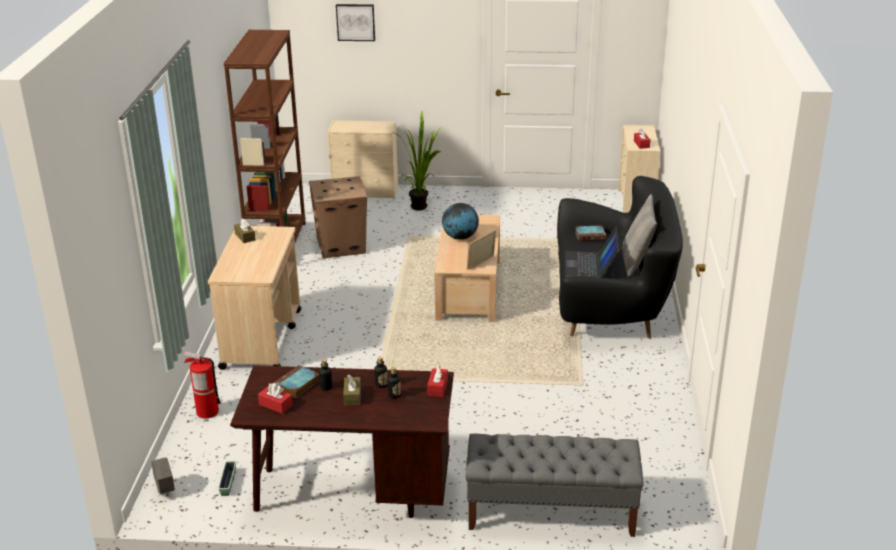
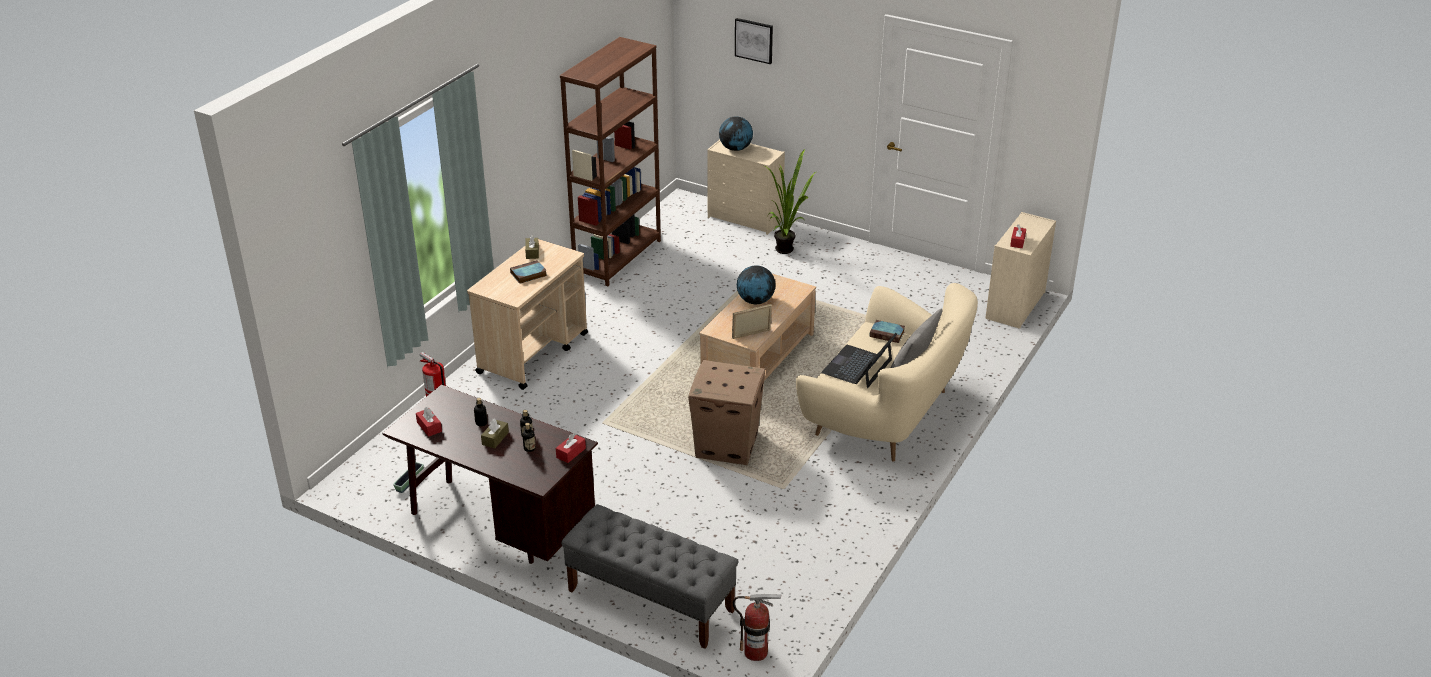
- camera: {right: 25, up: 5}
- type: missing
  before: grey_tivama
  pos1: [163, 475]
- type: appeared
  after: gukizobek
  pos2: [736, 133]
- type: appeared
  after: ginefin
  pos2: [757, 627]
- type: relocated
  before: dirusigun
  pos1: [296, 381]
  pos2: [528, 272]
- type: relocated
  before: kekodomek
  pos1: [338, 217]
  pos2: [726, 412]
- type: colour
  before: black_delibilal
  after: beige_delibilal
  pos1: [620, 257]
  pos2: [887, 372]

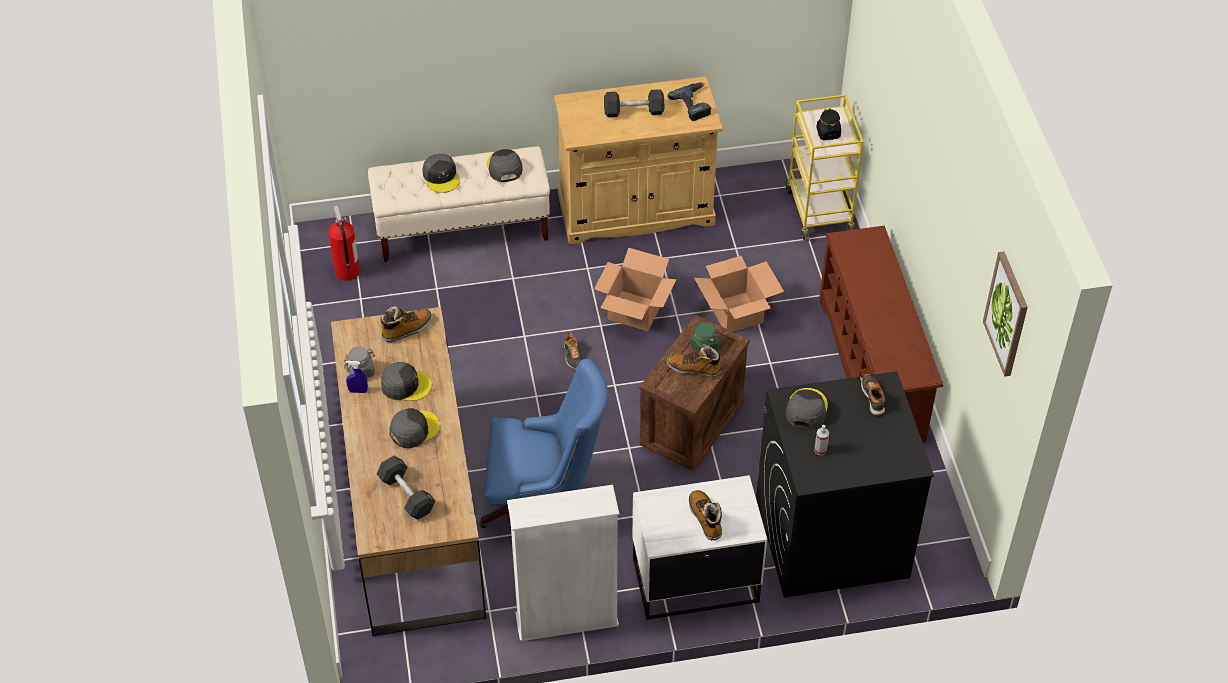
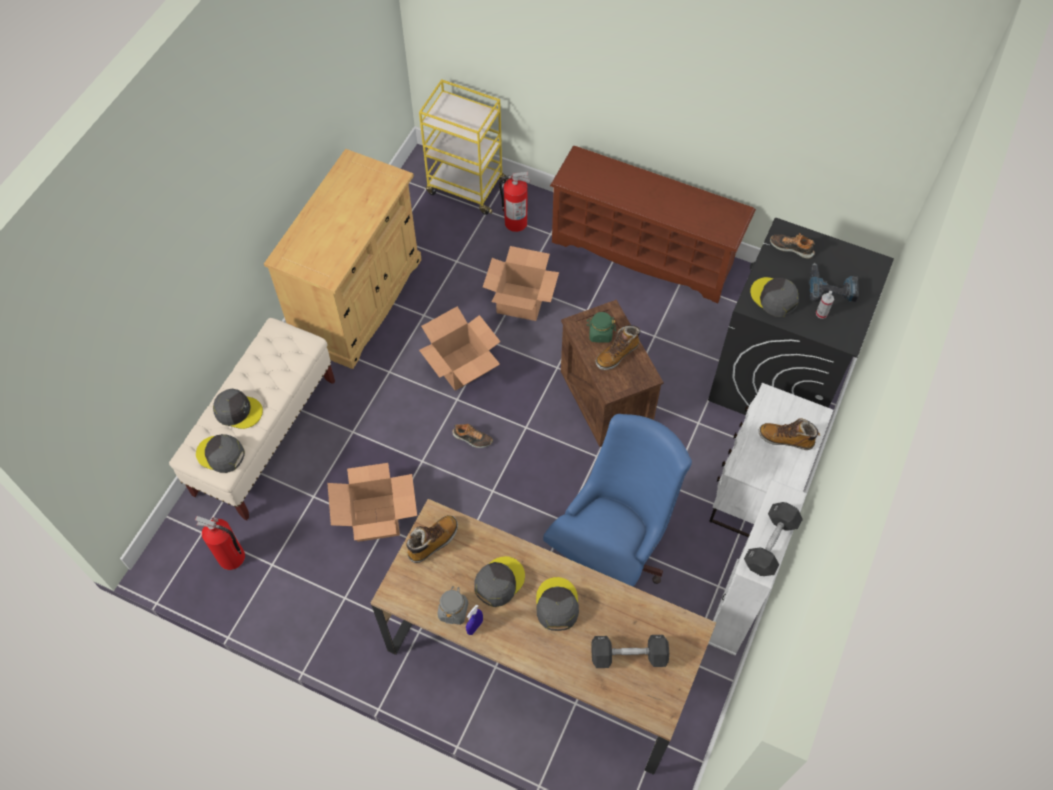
- camera: {right: -55, up: 10}
- type: missing
  before: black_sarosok
  pos1: [828, 124]
- type: missing
  before: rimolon
  pos1: [1005, 314]
- type: appeared
  after: kekodomek
  pos2: [372, 502]
- type: appeared
  after: ginefin
  pos2: [514, 202]
- type: relocated
  before: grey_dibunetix
  pos1: [505, 165]
  pos2: [220, 453]
- type: relocated
  before: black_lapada
  pos1: [634, 103]
  pos2: [773, 539]
- type: relocated
  before: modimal
  pos1: [690, 101]
  pos2: [834, 282]
- type: spun
  before: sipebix
  pos1: [406, 324]
  pos2: [432, 539]
  turn: 45

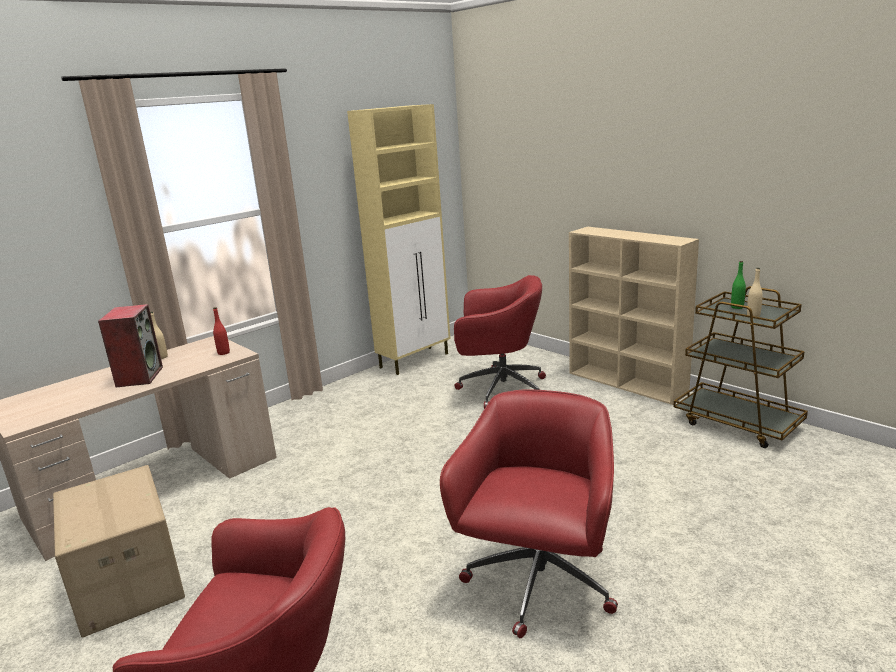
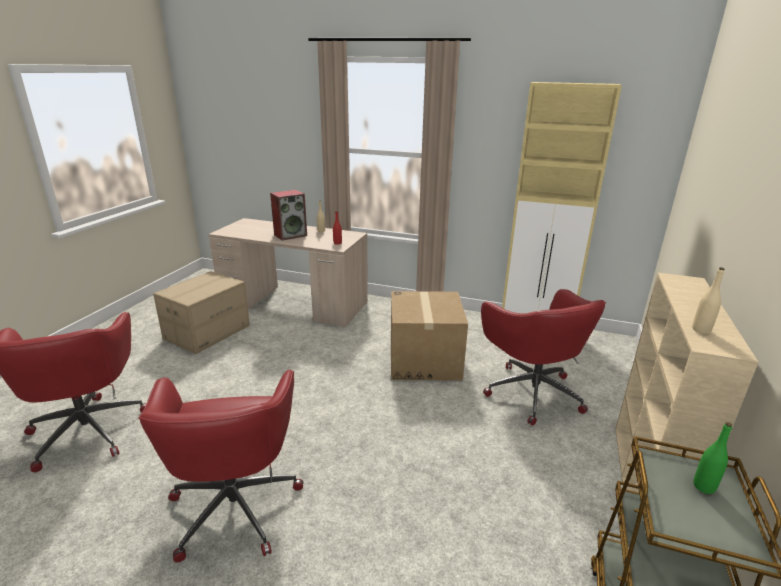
- camera: {right: 60, up: 5}
- type: appeared
  after: kekodomek
  pos2: [429, 336]
- type: relocated
  before: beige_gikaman
  pos1: [755, 292]
  pos2: [708, 300]
- type: spun
  before: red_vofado
  pos1: [529, 513]
  pos2: [221, 466]
  turn: 90

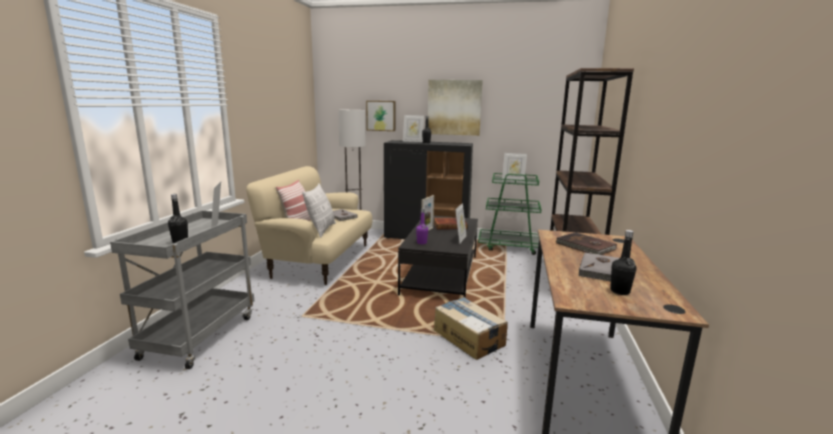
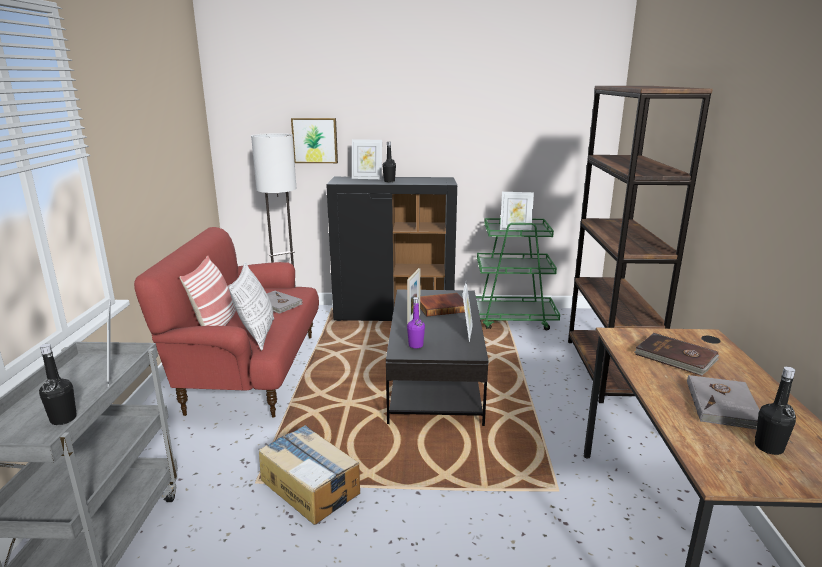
- camera: {right: -10, up: 5}
- type: missing
  before: rimolon
  pos1: [455, 108]
- type: relocated
  before: kekodomek
  pos1: [471, 328]
  pos2: [309, 475]
- type: colour
  before: beige_delibilal
  after: red_delibilal
  pos1: [309, 225]
  pos2: [226, 322]

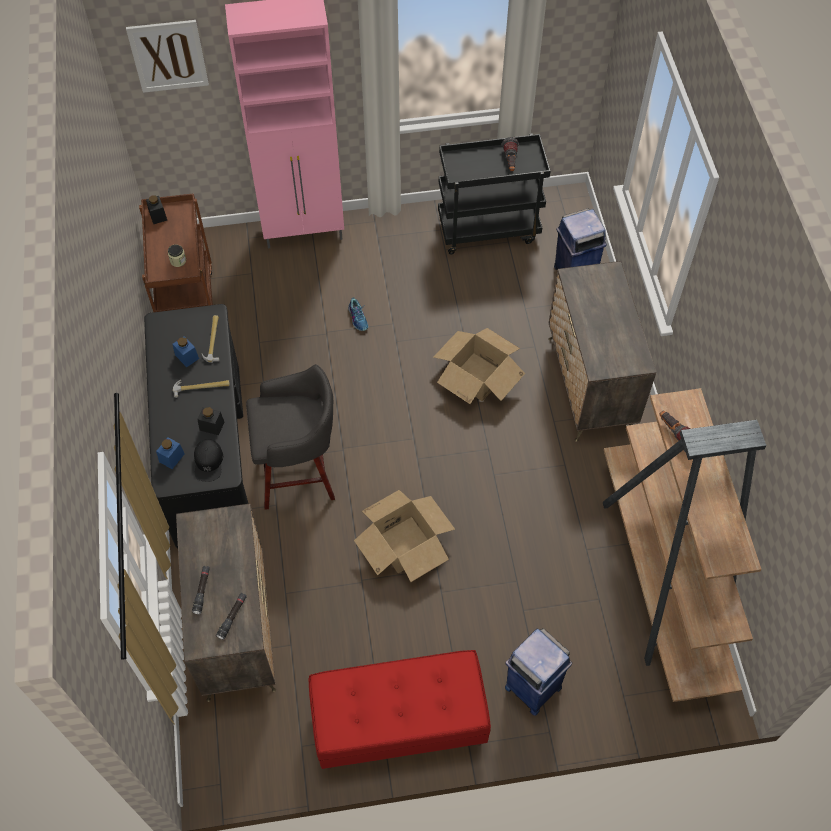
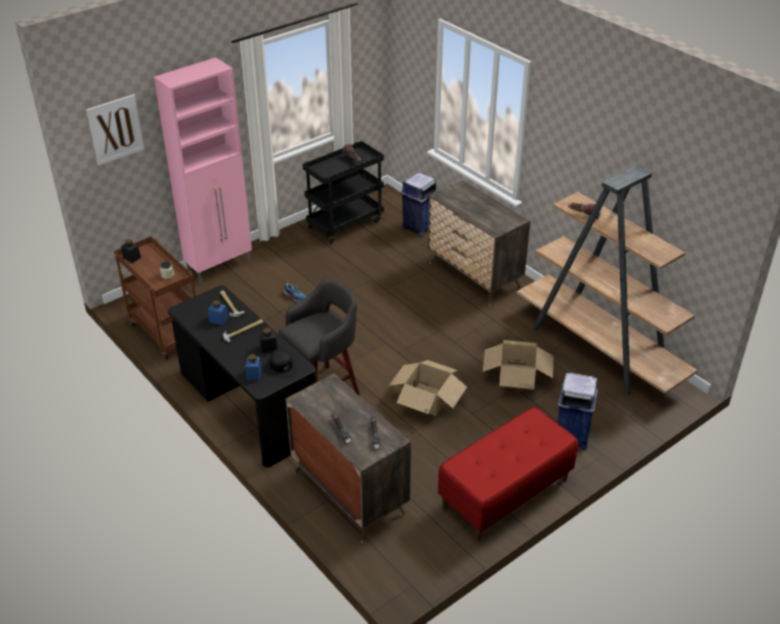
- camera: {right: -30, up: -20}
- type: relocated
  before: kekodomek
  pos1: [479, 366]
  pos2: [518, 365]

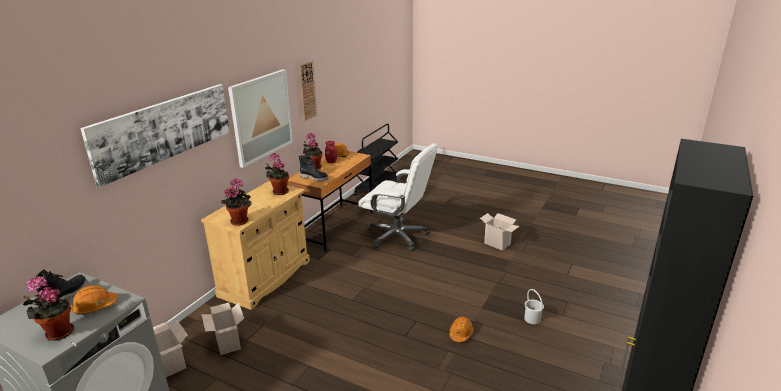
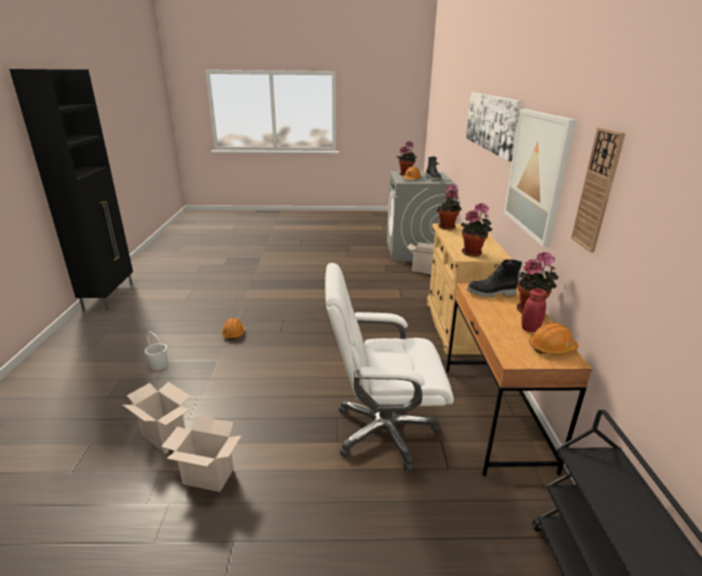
- camera: {right: 150, up: 0}
- type: relocated
  before: kekodomek
  pos1: [222, 328]
  pos2: [156, 417]

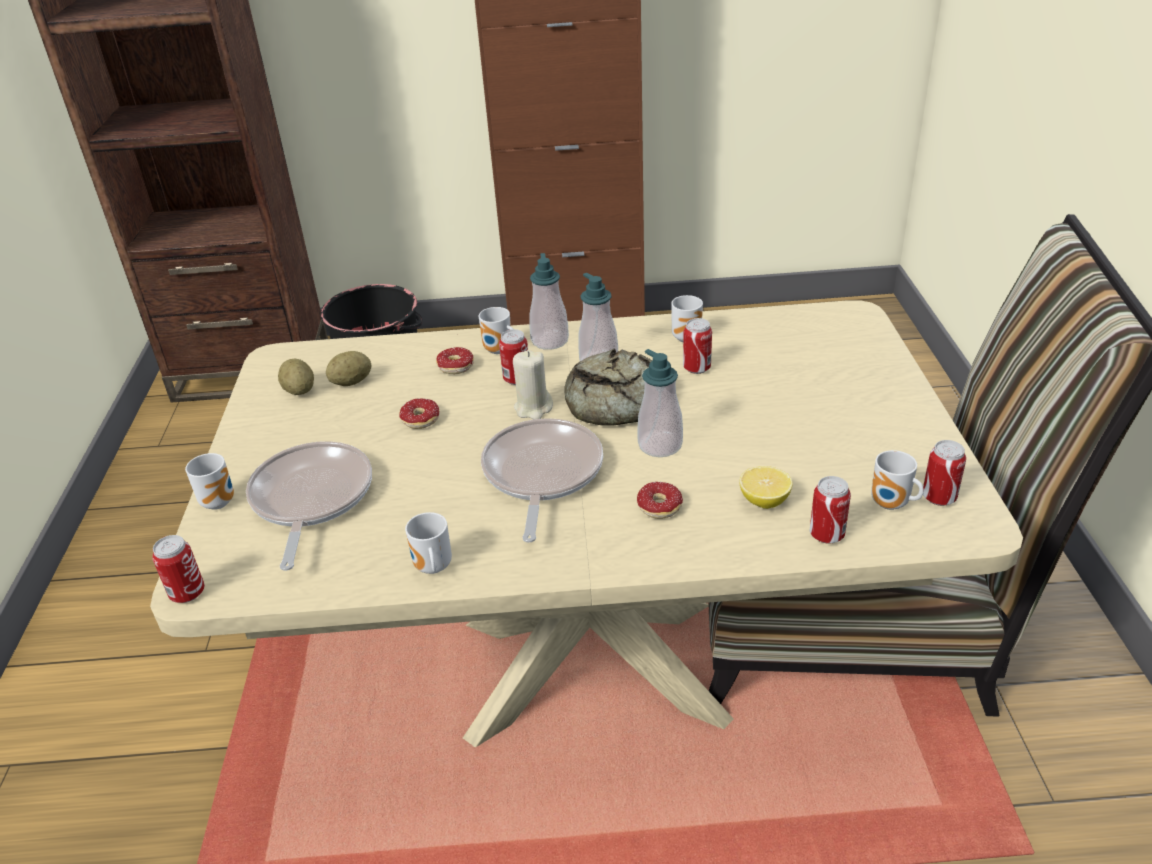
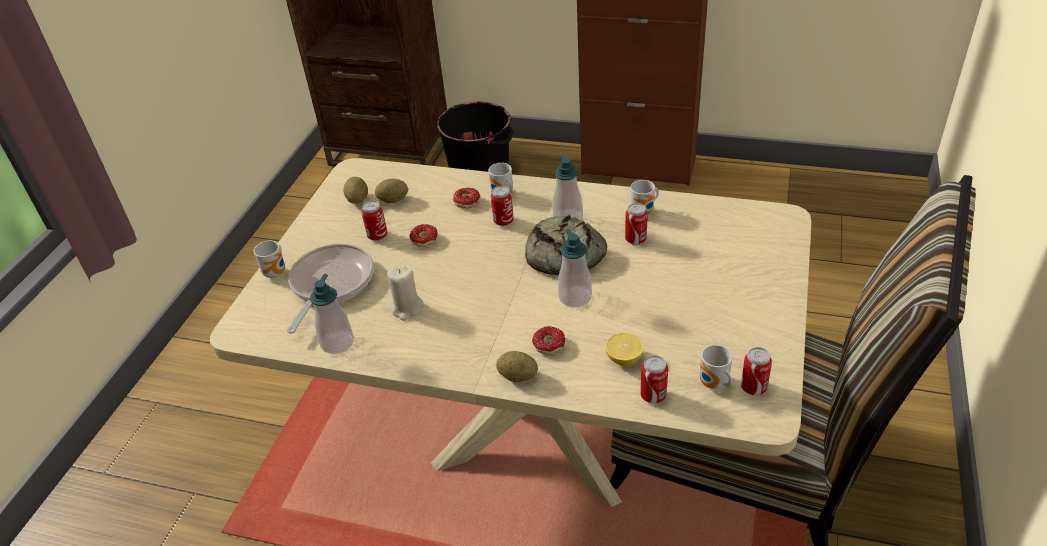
- camera: {right: 20, up: 5}
- type: missing
  before: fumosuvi
  pos1: [428, 543]
- type: missing
  before: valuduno
  pos1: [542, 480]
- type: appeared
  after: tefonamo
  pos2: [517, 366]
- type: relocated
  before: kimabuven
  pos1: [178, 569]
  pos2: [374, 220]
- type: relocated
  before: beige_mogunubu
  pos1: [533, 385]
  pos2: [405, 293]
- type: relocated
  before: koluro
  pos1: [549, 301]
  pos2: [332, 314]

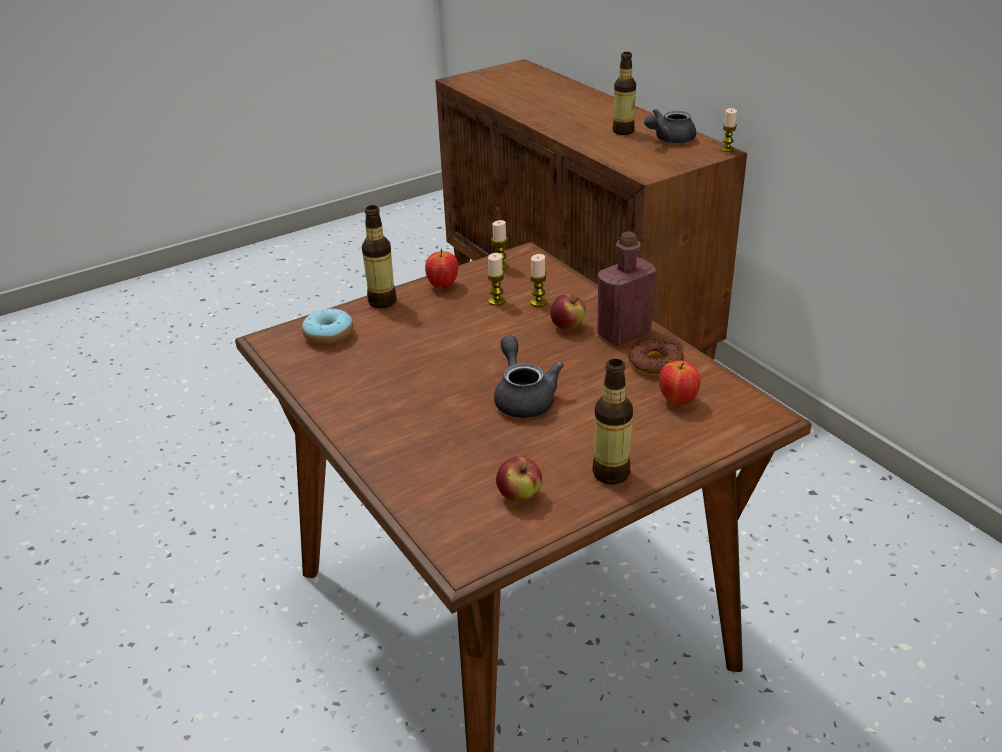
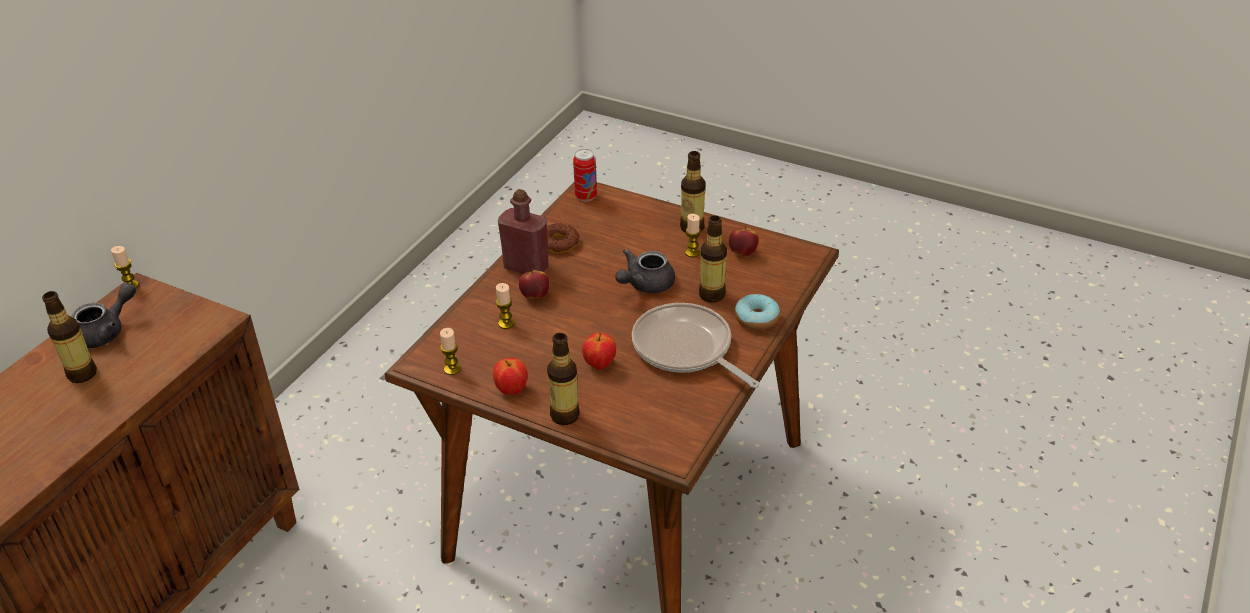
- camera: {right: -120, up: 5}
- type: appeared
  after: kimabuven
  pos2: [585, 175]
- type: appeared
  after: valuduno
  pos2: [696, 345]
- type: appeared
  after: gikaman
  pos2: [713, 259]
- type: relocated
  before: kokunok
  pos1: [327, 327]
  pos2: [757, 312]
- type: relocated
  before: mogunubu
  pos1: [496, 279]
  pos2: [693, 235]
- type: relocated
  before: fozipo
  pos1: [679, 383]
  pos2: [599, 351]
- type: spun
  before: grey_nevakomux
  pos1: [670, 126]
  pos2: [104, 315]
  turn: -75

